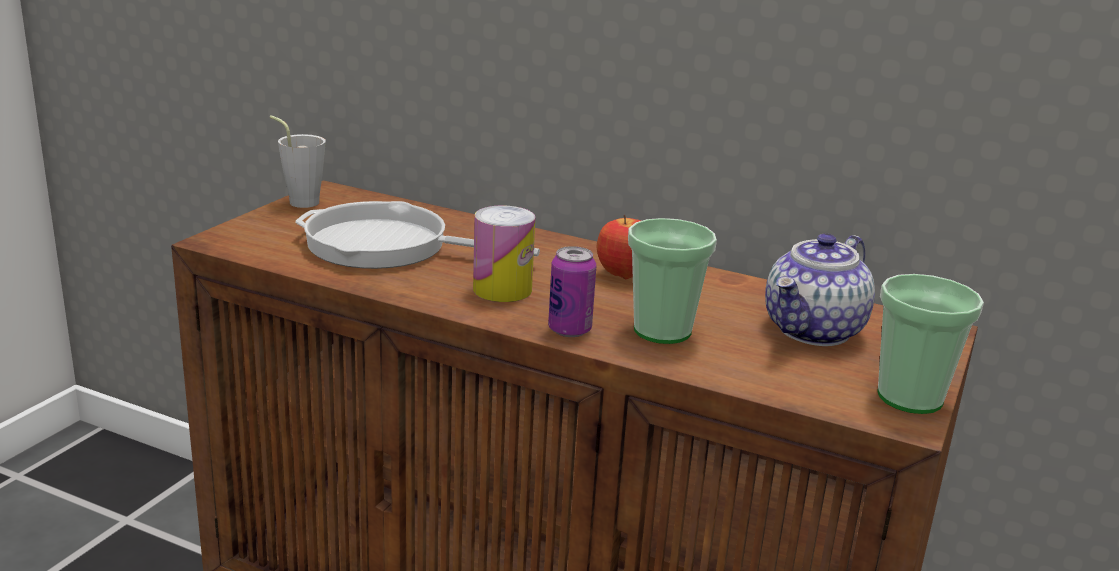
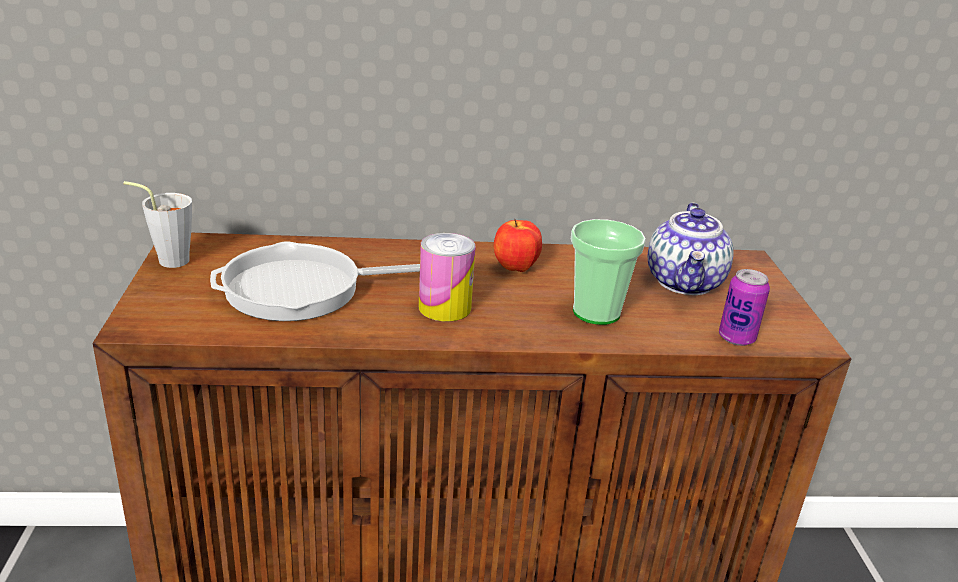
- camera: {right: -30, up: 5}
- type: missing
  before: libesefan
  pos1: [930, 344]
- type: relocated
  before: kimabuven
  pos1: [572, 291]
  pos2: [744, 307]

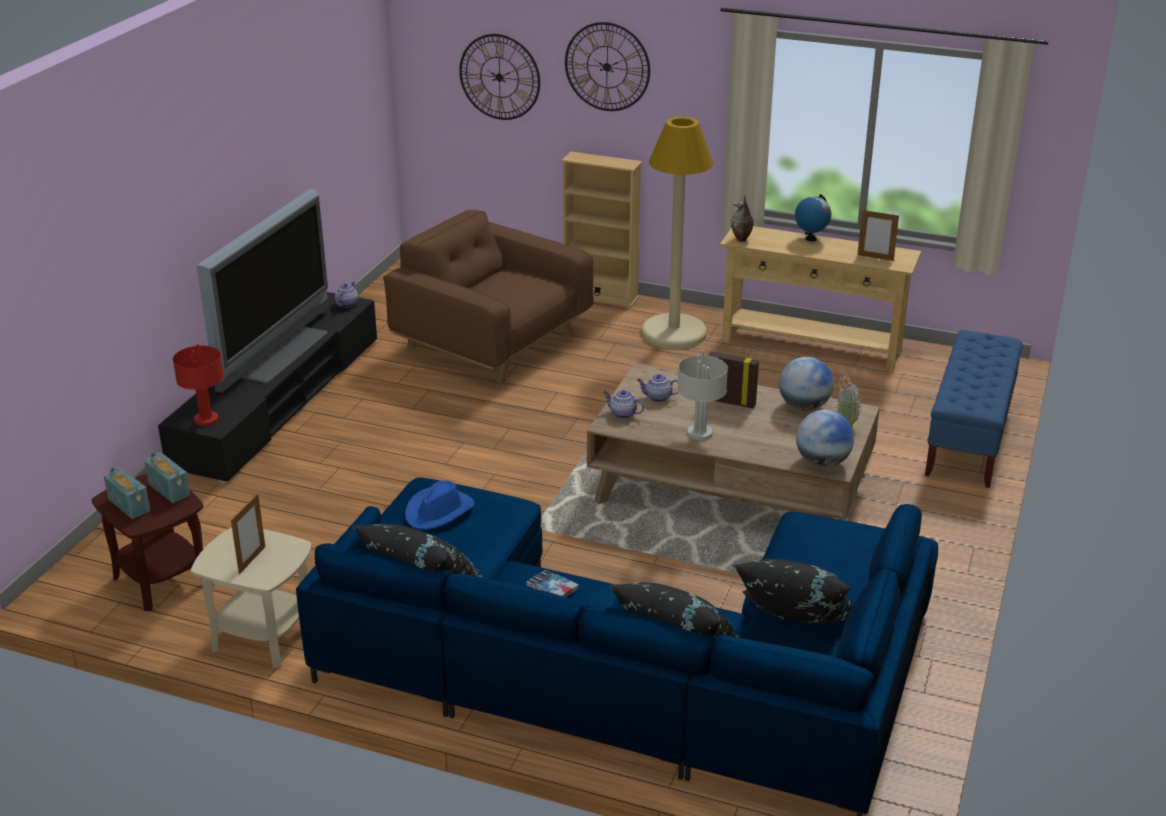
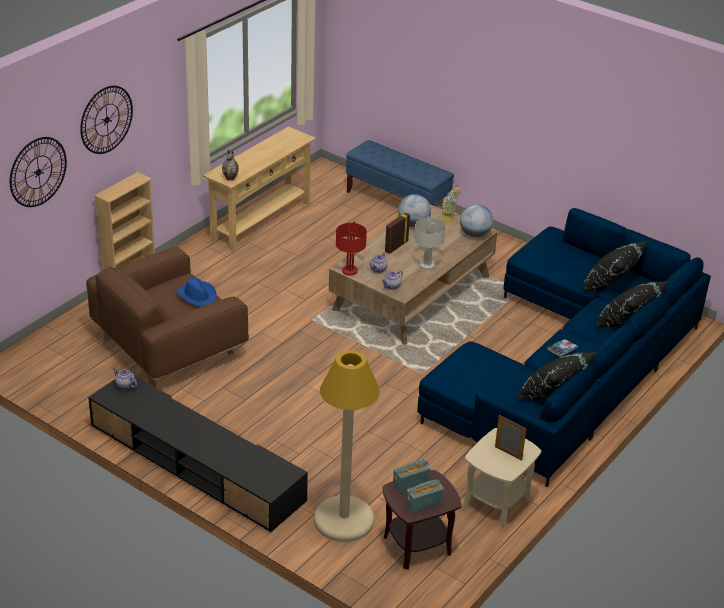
- camera: {right: -75, up: 5}
- type: missing
  before: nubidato
  pos1: [263, 291]
- type: missing
  before: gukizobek
  pos1: [813, 217]
- type: missing
  before: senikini
  pos1: [878, 235]
- type: relocated
  before: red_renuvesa
  pos1: [198, 385]
  pos2: [351, 248]
- type: relocated
  before: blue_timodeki
  pos1: [439, 505]
  pos2: [197, 292]
- type: relocated
  before: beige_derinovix
  pos1: [677, 233]
  pos2: [347, 446]

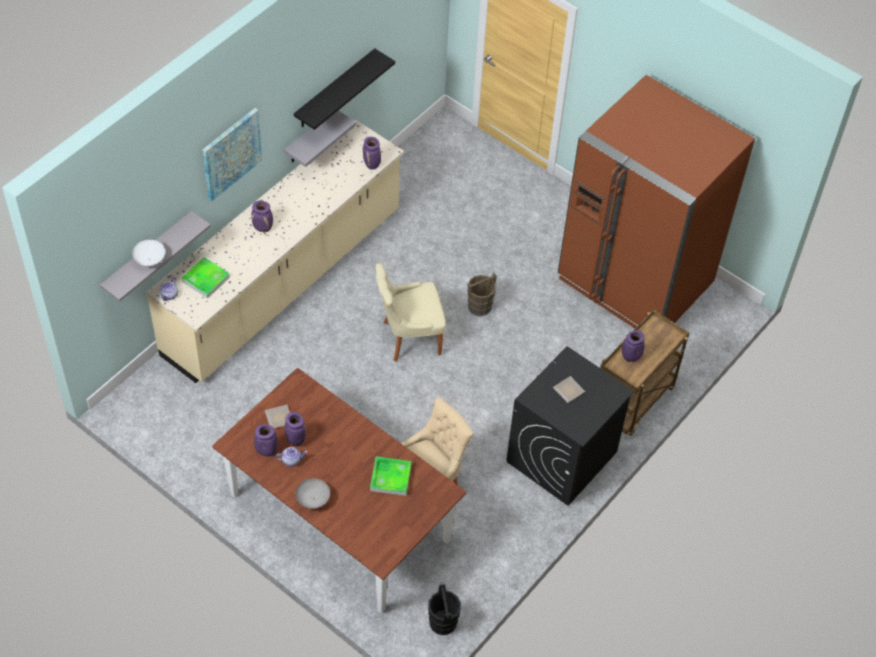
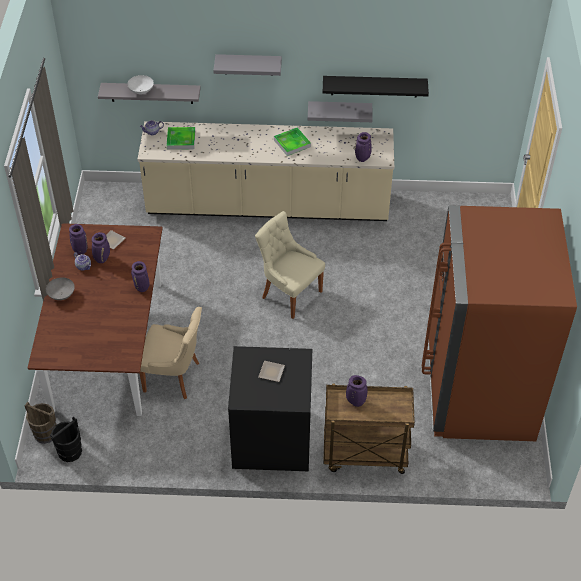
- camera: {right: 55, up: -5}
- type: relocated
  before: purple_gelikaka
  pos1: [262, 216]
  pos2: [140, 276]
- type: relocated
  before: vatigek
  pos1: [390, 476]
  pos2: [292, 141]
- type: relocated
  before: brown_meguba
  pos1: [482, 294]
  pos2: [41, 423]
- type: exchanged
  before: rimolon
  after: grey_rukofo
  pos1: [232, 154]
  pos2: [247, 65]

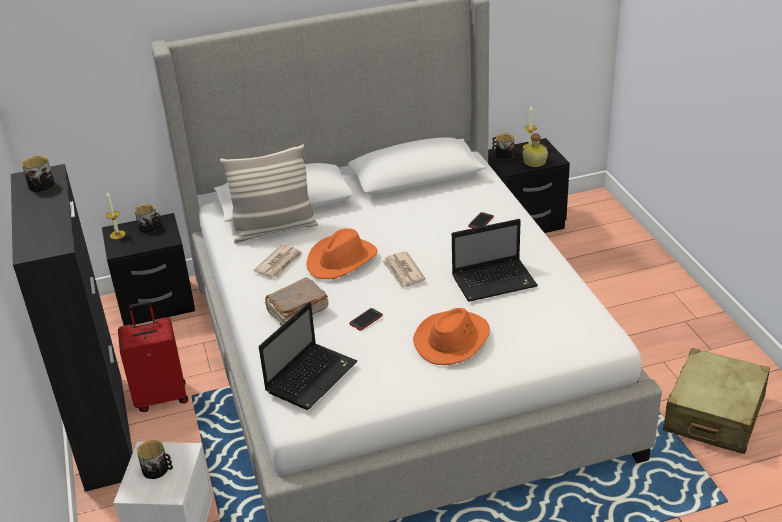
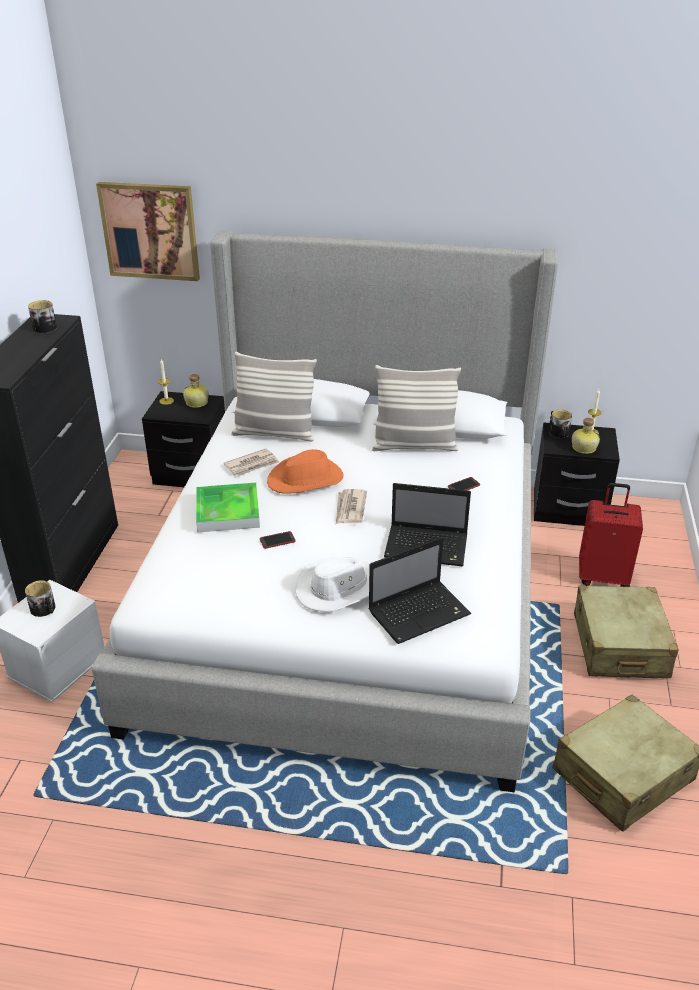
- camera: {right: 25, up: 0}
- type: appeared
  after: rimolon
  pos2: [148, 231]
- type: appeared
  after: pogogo
  pos2: [416, 408]
- type: appeared
  after: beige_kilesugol
  pos2: [626, 632]
- type: relocated
  before: red_kilesugol
  pos1: [153, 357]
  pos2: [611, 535]
- type: relocated
  before: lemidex
  pos1: [308, 356]
  pos2: [419, 590]
- type: exchanged
  before: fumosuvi
  after: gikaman
  pos1: [148, 218]
  pos2: [196, 391]
- type: exchanged
  before: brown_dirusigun
  after: vatigek
  pos1: [297, 301]
  pos2: [228, 507]
- type: colour
  before: orange_timodeki
  after: white_timodeki
  pos1: [451, 336]
  pos2: [332, 584]

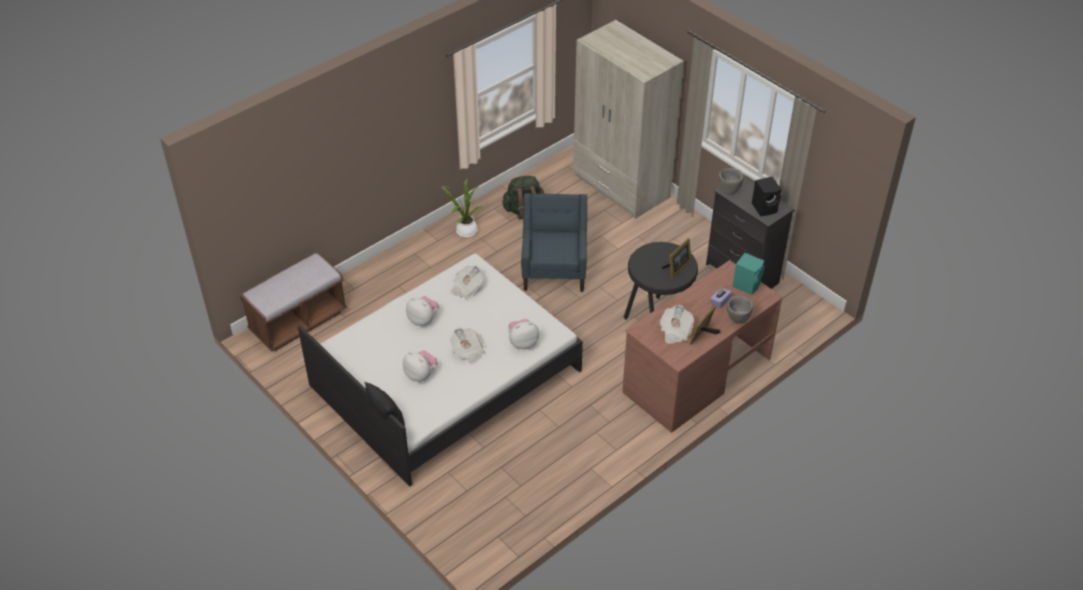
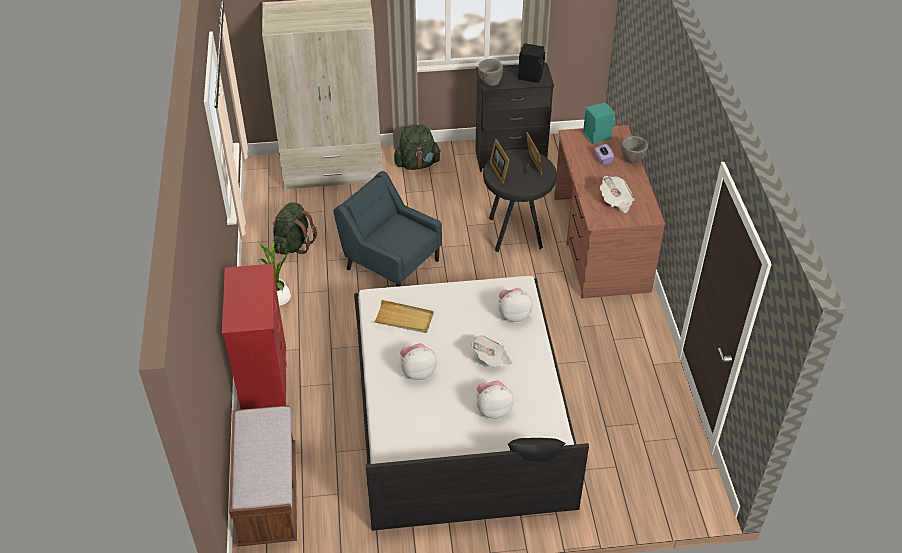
- camera: {right: -55, up: 0}
- type: appeared
  after: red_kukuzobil
  pos2: [254, 337]
- type: appeared
  after: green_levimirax
  pos2: [417, 147]
- type: relocated
  before: senikini
  pos1: [705, 325]
  pos2: [499, 161]
- type: exchanged
  before: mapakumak
  after: beige_vatigek
  pos1: [466, 281]
  pos2: [403, 316]
- type: spun
  before: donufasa
  pos1: [523, 334]
  pos2: [515, 305]
  turn: 60

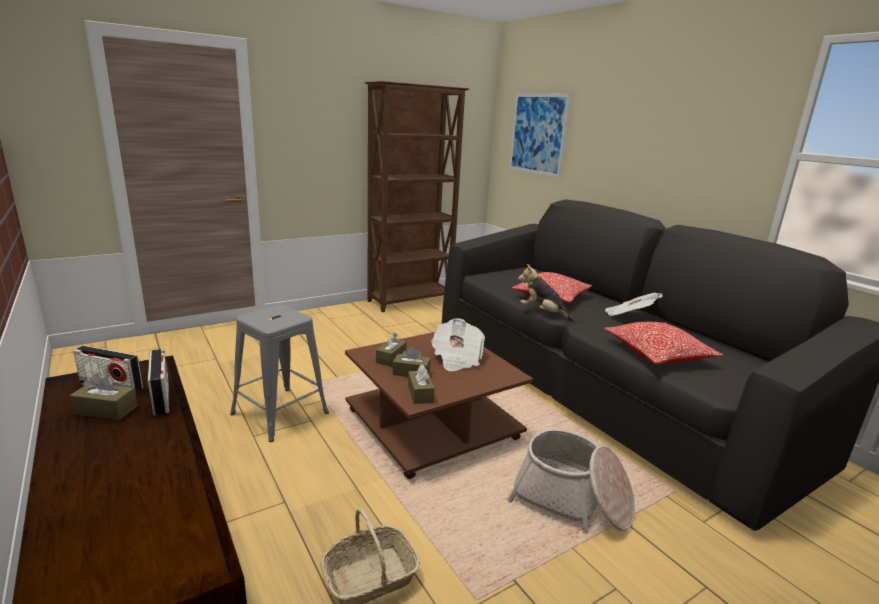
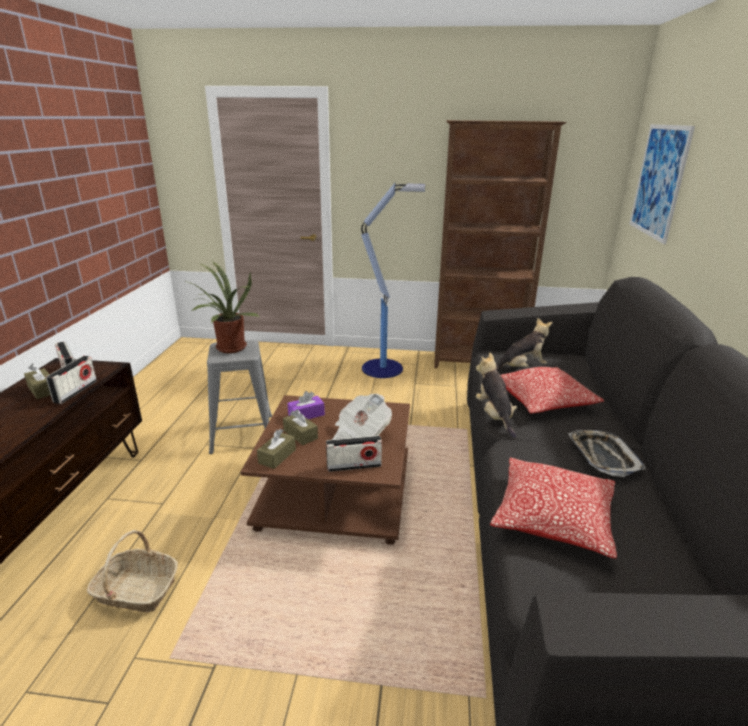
- camera: {right: 40, up: 5}
- type: missing
  before: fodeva
  pos1: [571, 481]
- type: appeared
  after: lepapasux
  pos2: [221, 307]
- type: appeared
  after: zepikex
  pos2: [354, 453]
- type: appeared
  after: derinovix
  pos2: [393, 280]
- type: appeared
  after: donufasa
  pos2: [524, 344]
- type: exchanged
  before: mapakumak
  after: vatigek
  pos1: [634, 304]
  pos2: [607, 453]
- type: colour
  before: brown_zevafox
  after: purple_zevafox
  pos1: [391, 350]
  pos2: [306, 405]

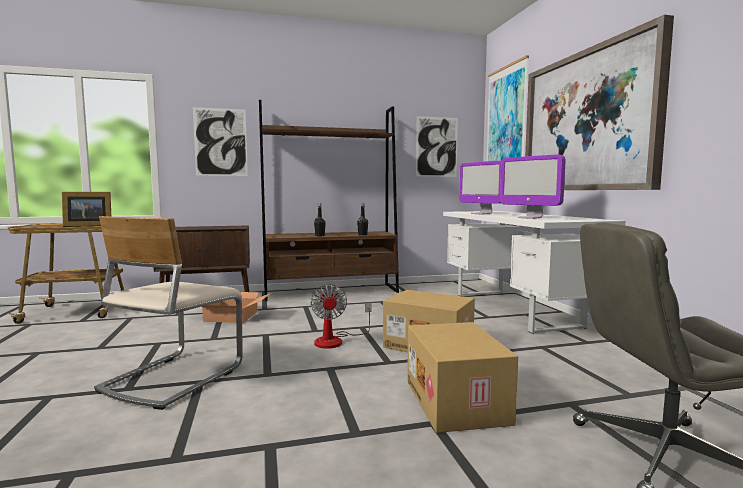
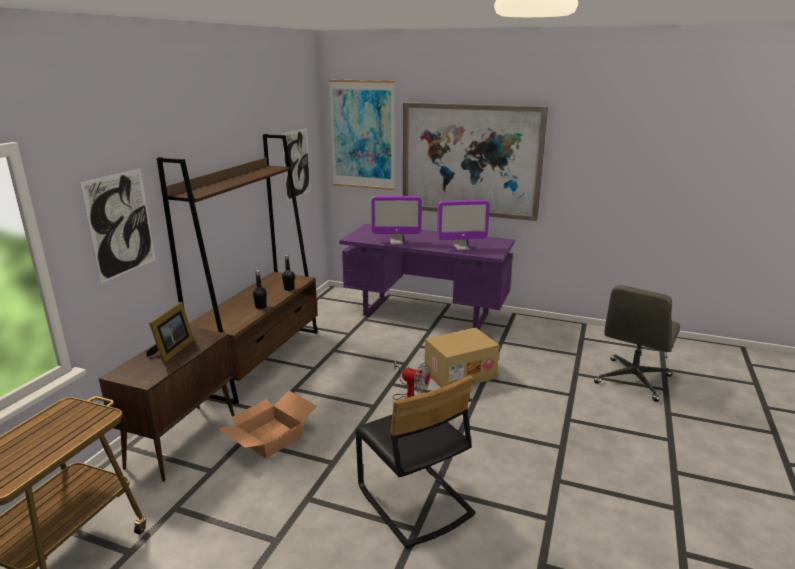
- camera: {right: -55, up: 15}
- type: missing
  before: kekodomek
  pos1: [462, 377]
- type: relocated
  before: senikini
  pos1: [86, 209]
  pos2: [170, 333]
- type: colour
  before: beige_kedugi
  after: black_kedugi
  pos1: [168, 313]
  pos2: [415, 462]
- type: colour
  before: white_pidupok
  after: purple_pidupok
  pos1: [534, 272]
  pos2: [427, 277]

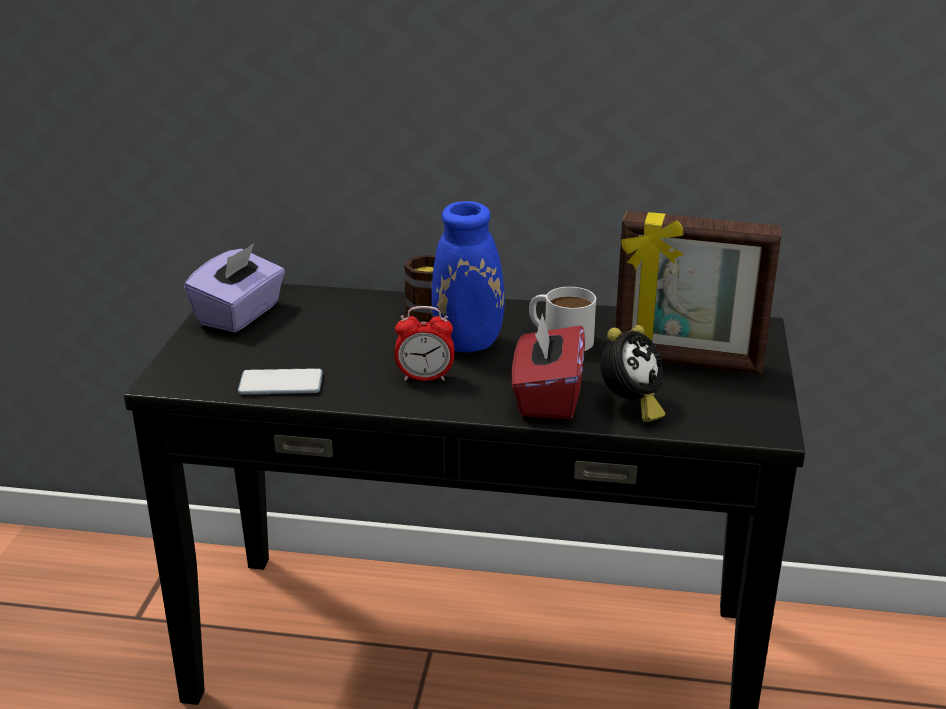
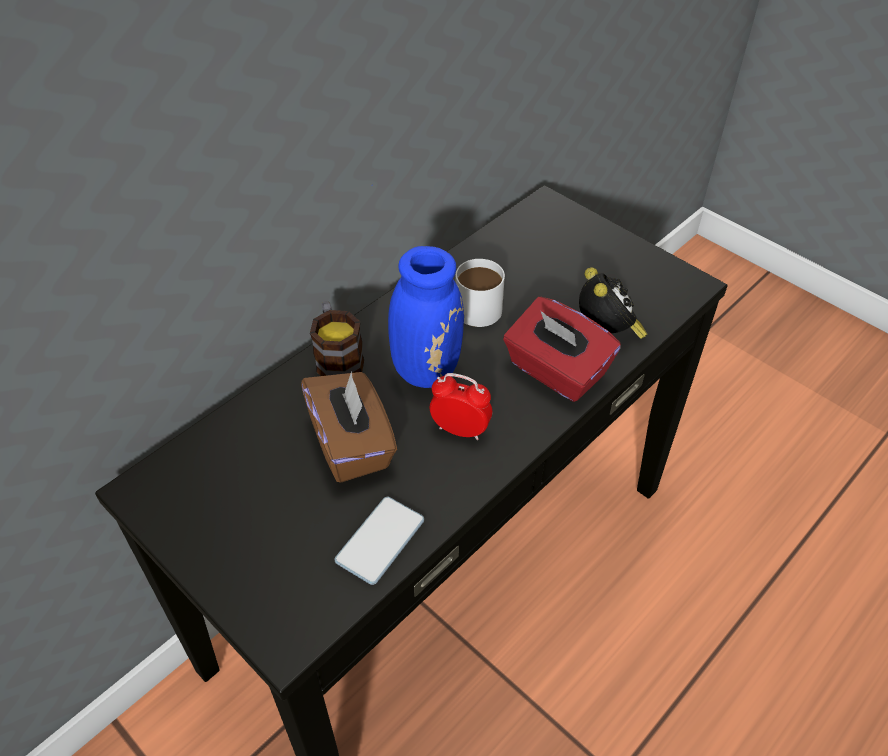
- camera: {right: -55, up: 20}
- type: missing
  before: purple_zevafox
  pos1: [234, 288]
- type: missing
  before: senikini
  pos1: [698, 292]
- type: appeared
  after: brown_zevafox
  pos2: [349, 427]
- type: spun
  before: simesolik
  pos1: [424, 343]
  pos2: [461, 406]
  turn: -105

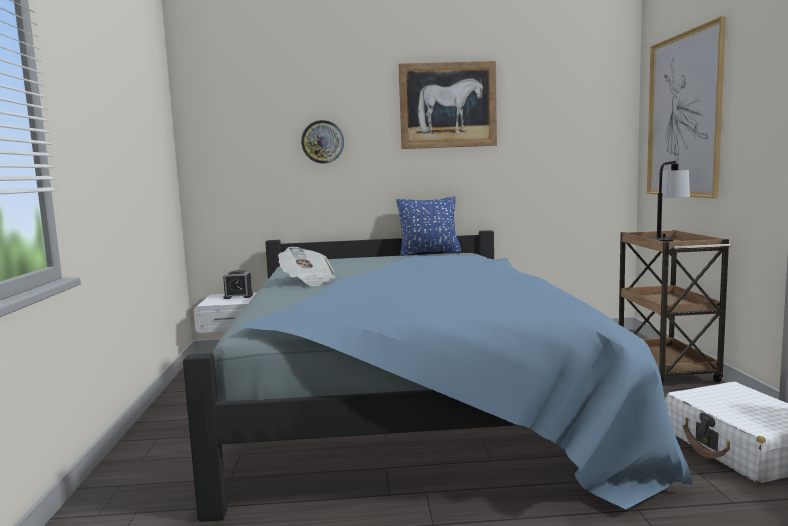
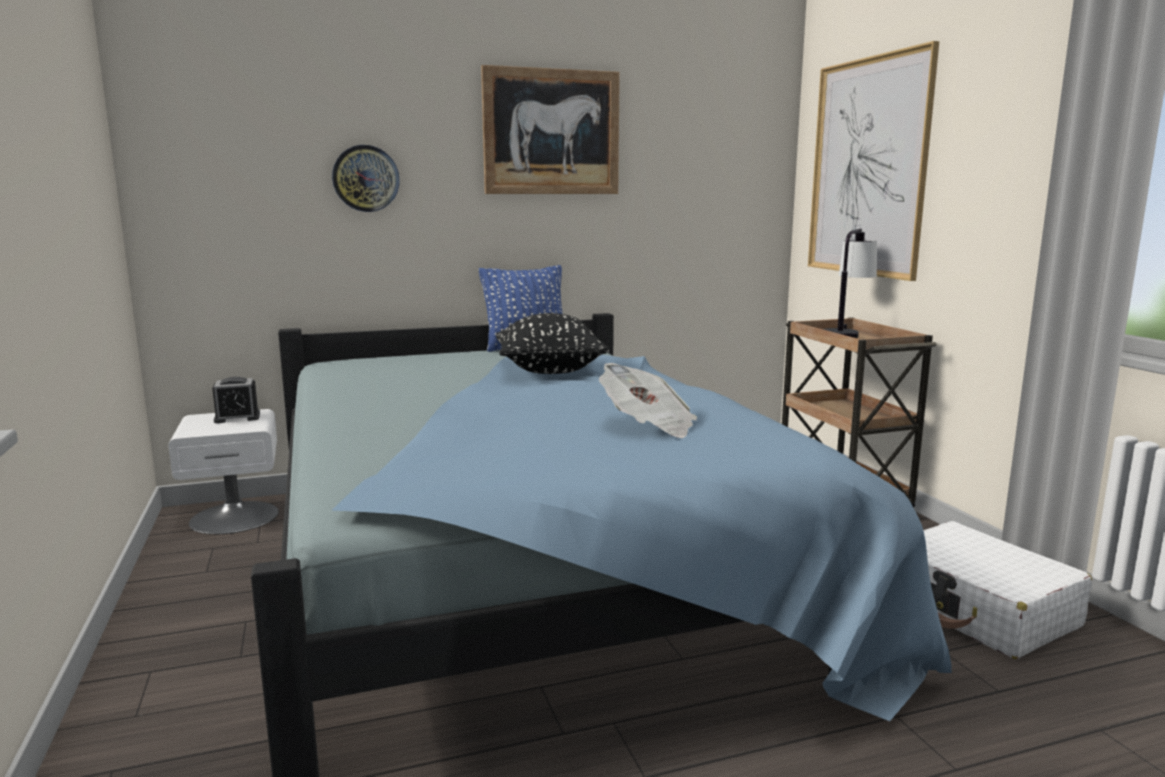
- camera: {right: -15, up: 5}
- type: appeared
  after: black_pogogo
  pos2: [552, 343]
- type: relocated
  before: mapakumak
  pos1: [307, 266]
  pos2: [648, 400]

